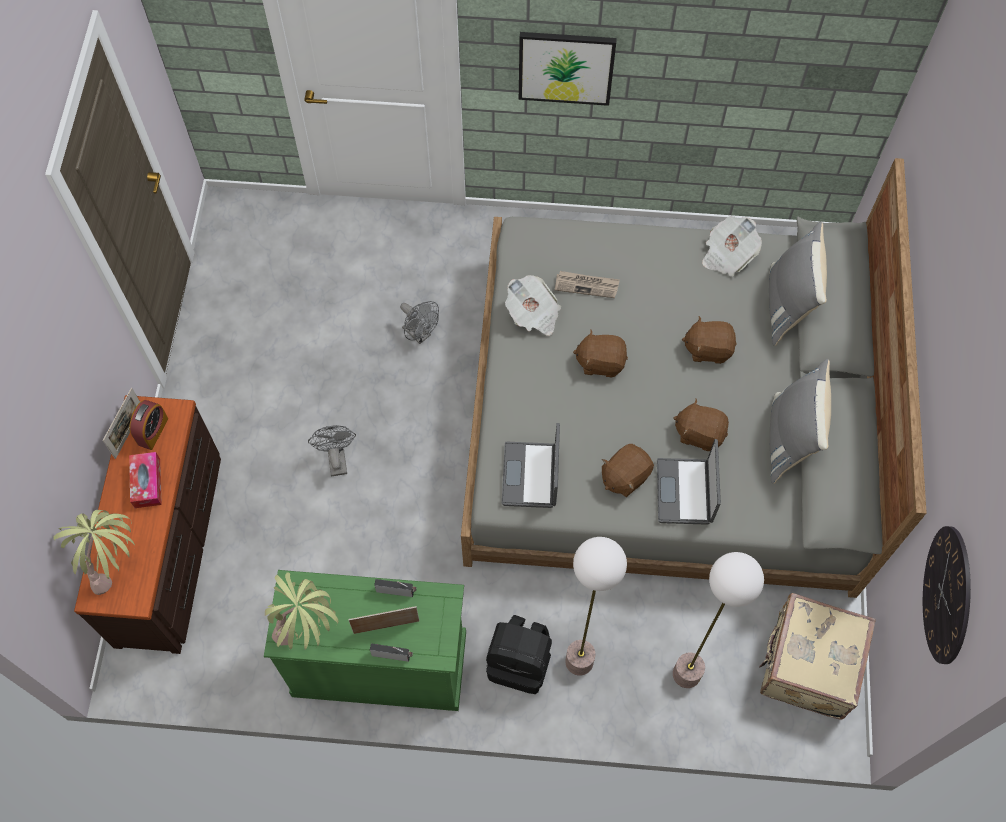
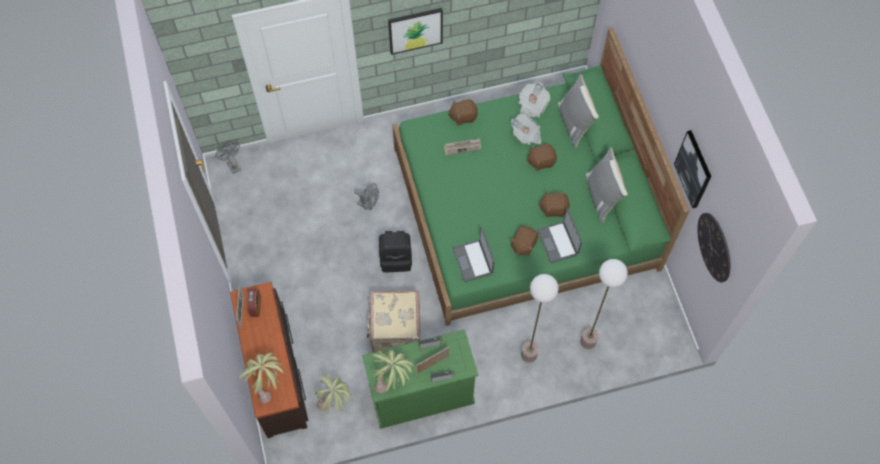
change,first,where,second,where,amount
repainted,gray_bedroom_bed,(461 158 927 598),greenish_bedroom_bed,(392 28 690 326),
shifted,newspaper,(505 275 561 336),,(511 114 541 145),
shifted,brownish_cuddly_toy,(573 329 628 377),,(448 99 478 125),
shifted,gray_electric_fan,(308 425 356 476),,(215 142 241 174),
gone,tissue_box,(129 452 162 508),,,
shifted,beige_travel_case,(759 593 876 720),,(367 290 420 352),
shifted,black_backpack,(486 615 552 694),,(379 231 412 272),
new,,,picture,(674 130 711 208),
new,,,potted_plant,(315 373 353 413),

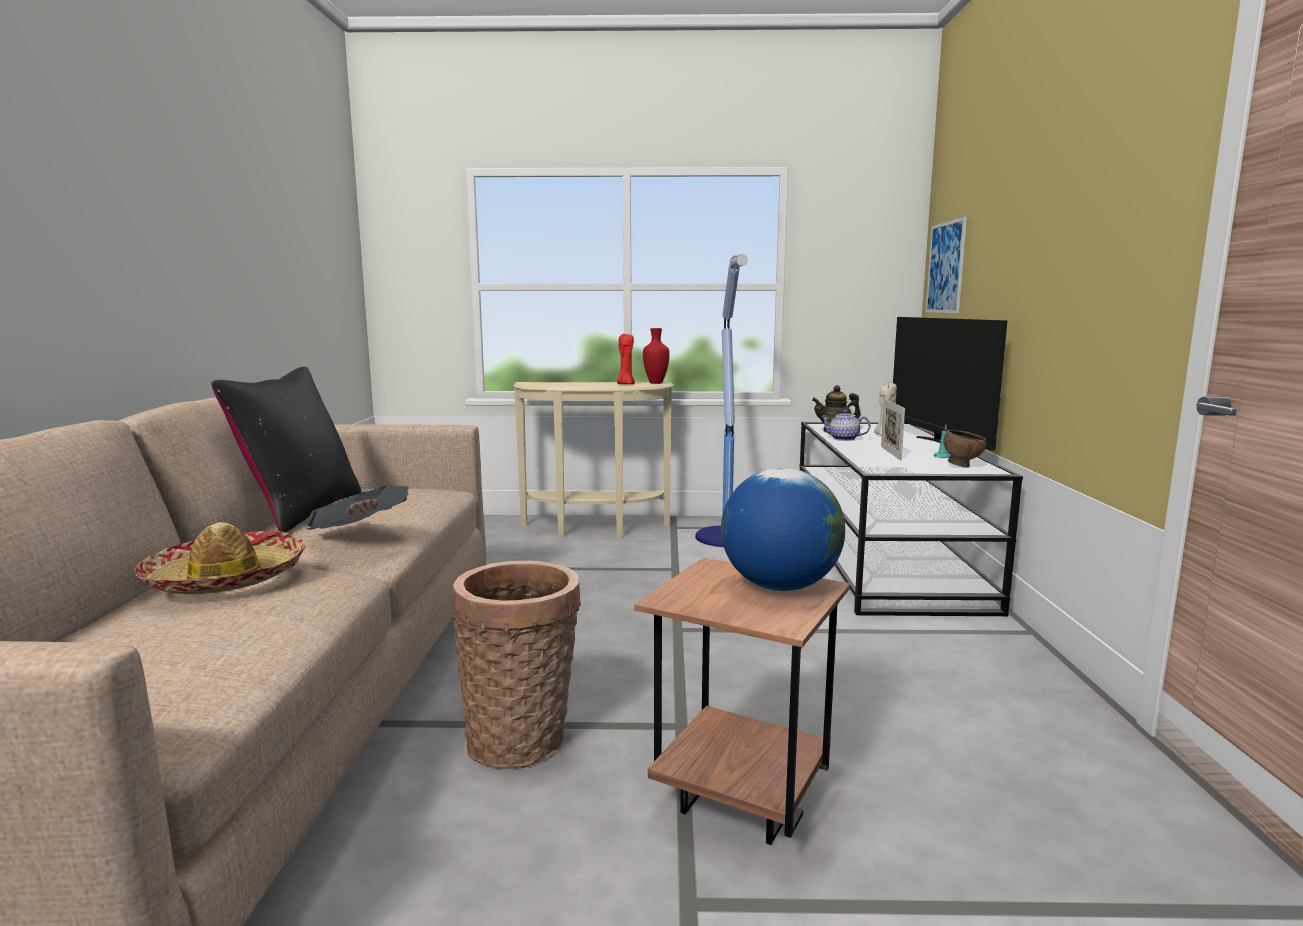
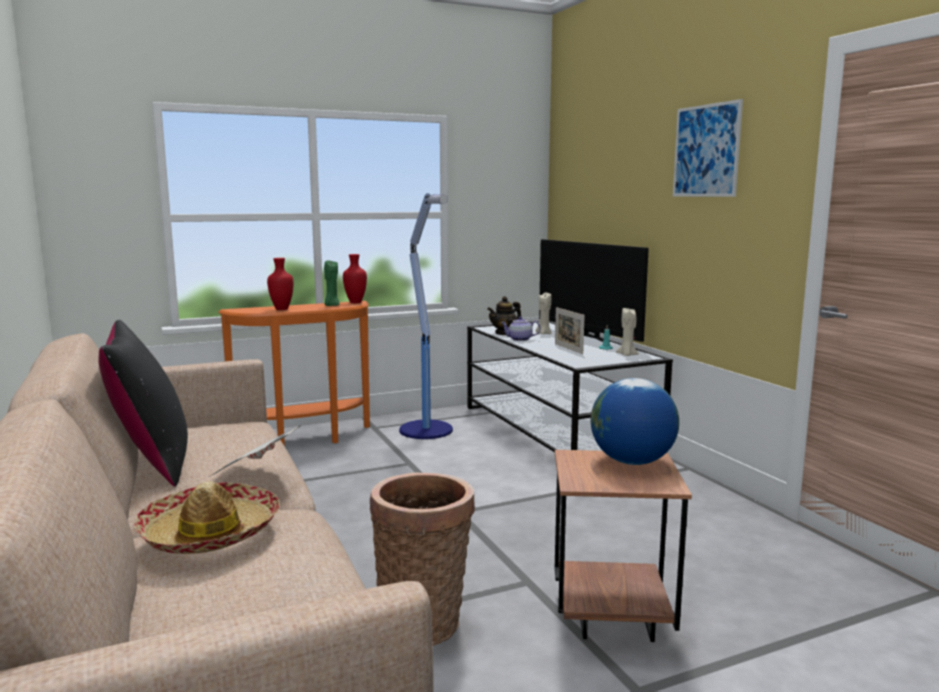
change,first,where,second,where,amount
shifted,picture,(926 217 967 313),,(673 99 743 197),
repainted,reddish_wax_light,(617 334 635 384),greenish_wax_light,(324 261 340 306),
repainted,beige_narrow_table,(513 382 674 537),orange-coloured_narrow_table,(218 301 370 446),
swapped,brownish_serving_bowl,(943 430 987 467),beige_wax_light,(616 308 639 356),
new,,,reddish_flower_vase,(267 258 294 310),

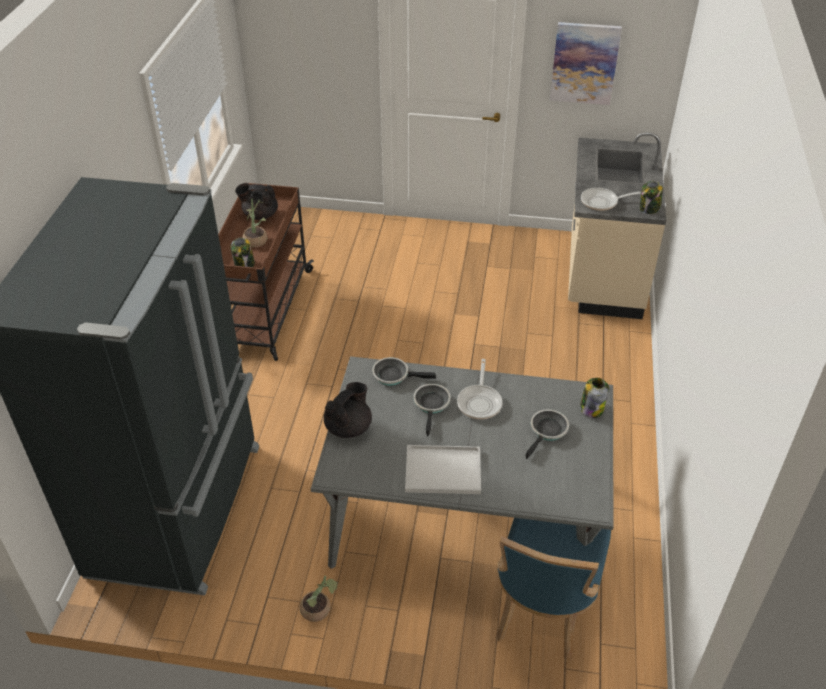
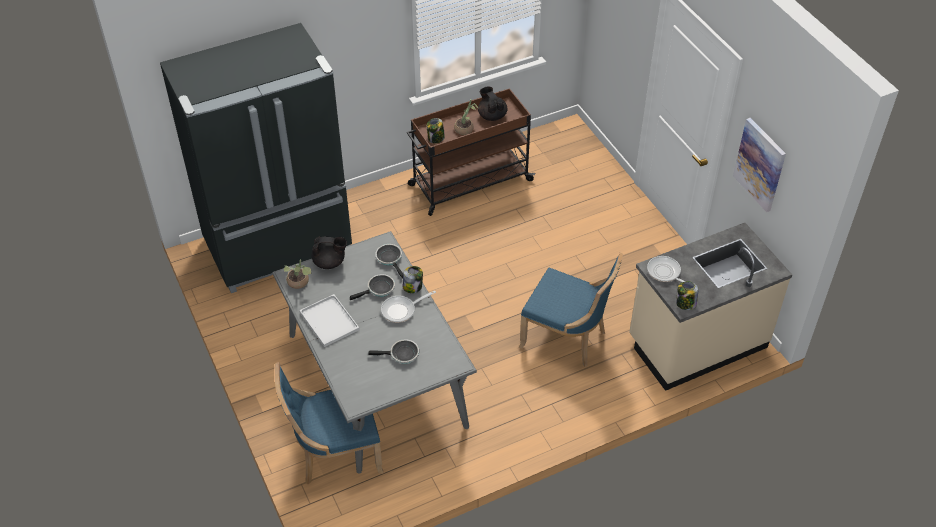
change,first,where,second,where,amount
shifted,preserve_jar,(580 378 609 418),,(403 266 423 293),
shifted,potted_plant,(299 576 338 622),,(284 259 312 289),
new,,,blue-coloured_plain_chair,(519 253 623 367),

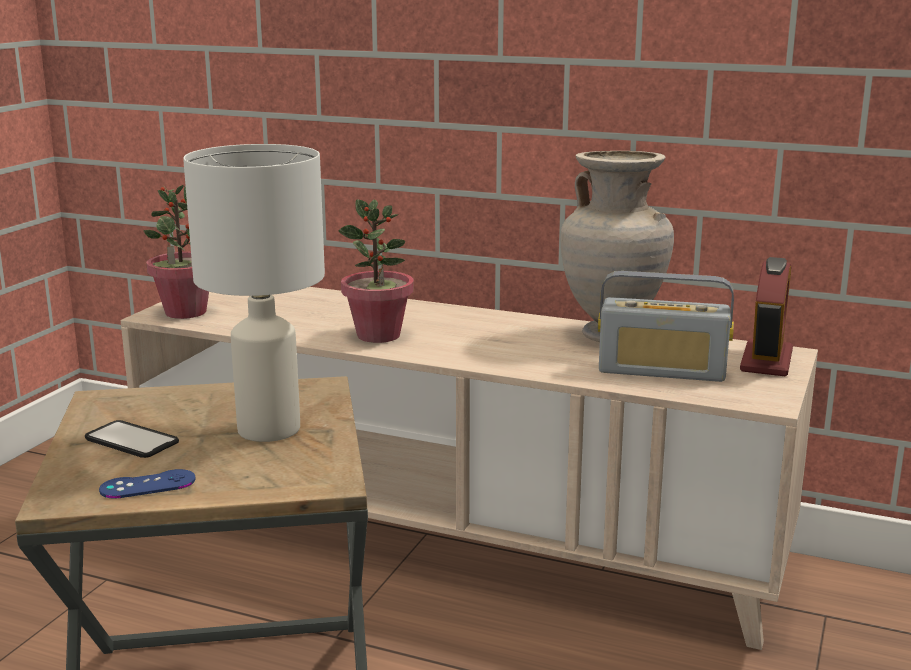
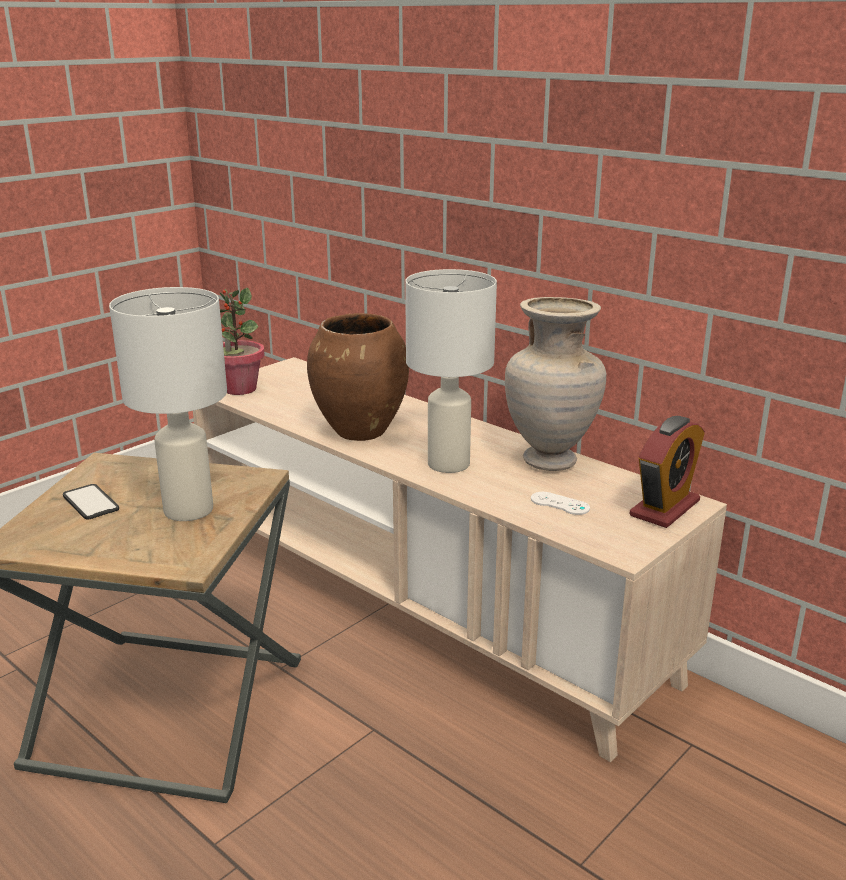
change,first,where,second,where,amount
swapped,potted_plant,(338 199 414 343),brownish_flower_vase,(307 313 409 441),
swapped,radio_set,(598 271 734 382),white-coloured_game_controller,(531 492 590 515),
gone,blue-coloured_game_controller,(99 469 195 499),,,
new,,,white-coloured_tabletop_lamp,(405 269 497 473),

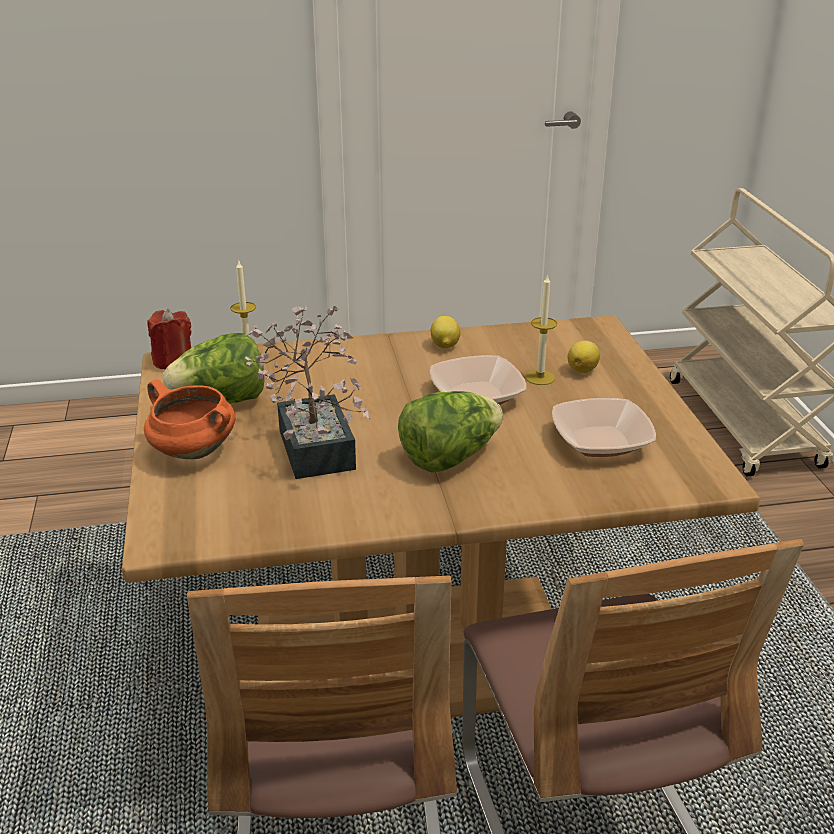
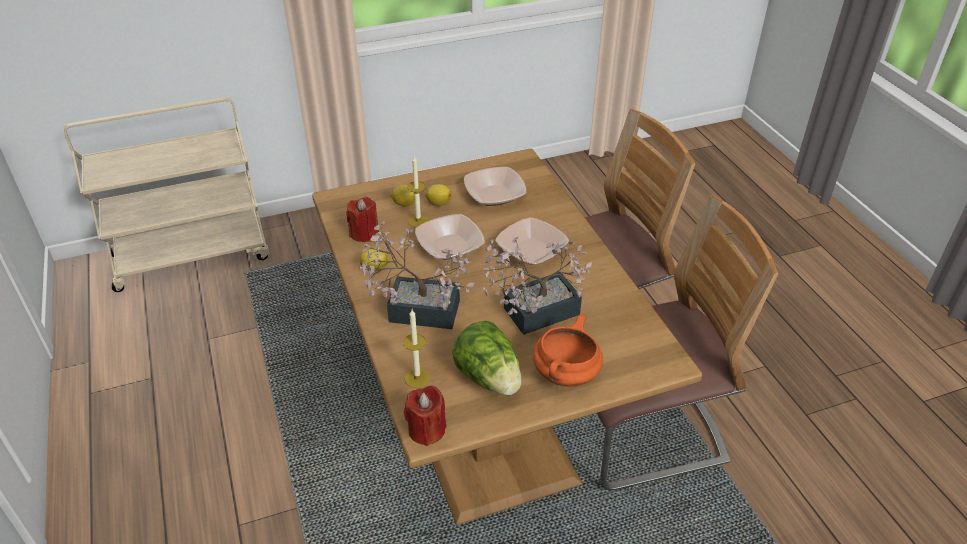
change,first,where,second,where,amount
swapped,lettuce_head,(398 391 503 472),serving_bowl,(495 217 569 265),
new,,,citrus_fruit,(425 184 451 206),
new,,,reddish_wax_light,(346 197 379 242),
new,,,potted_plant,(359 221 474 329),

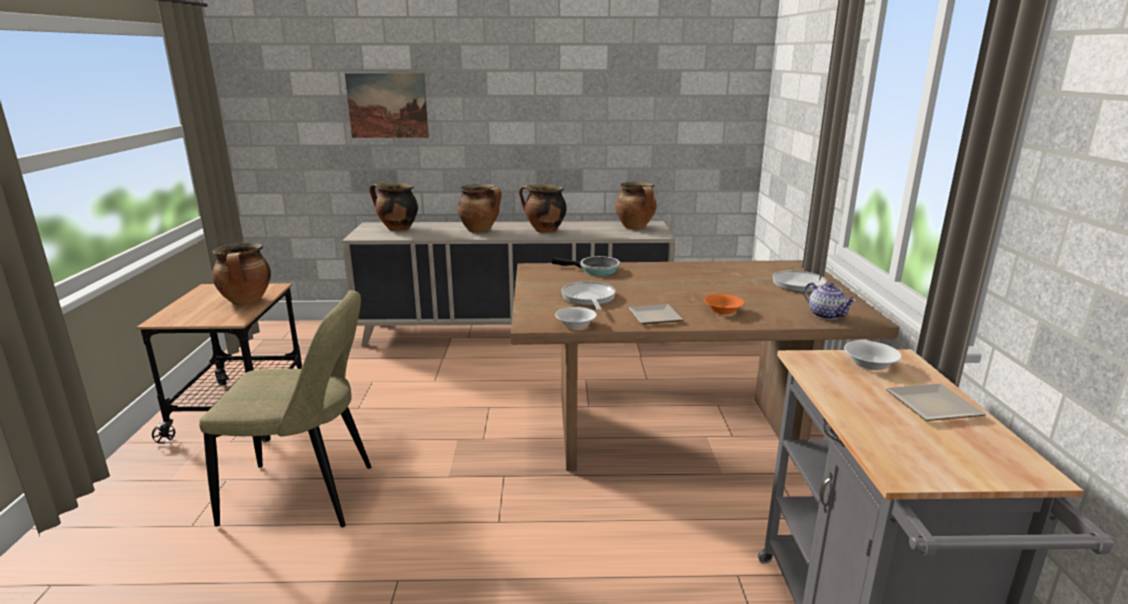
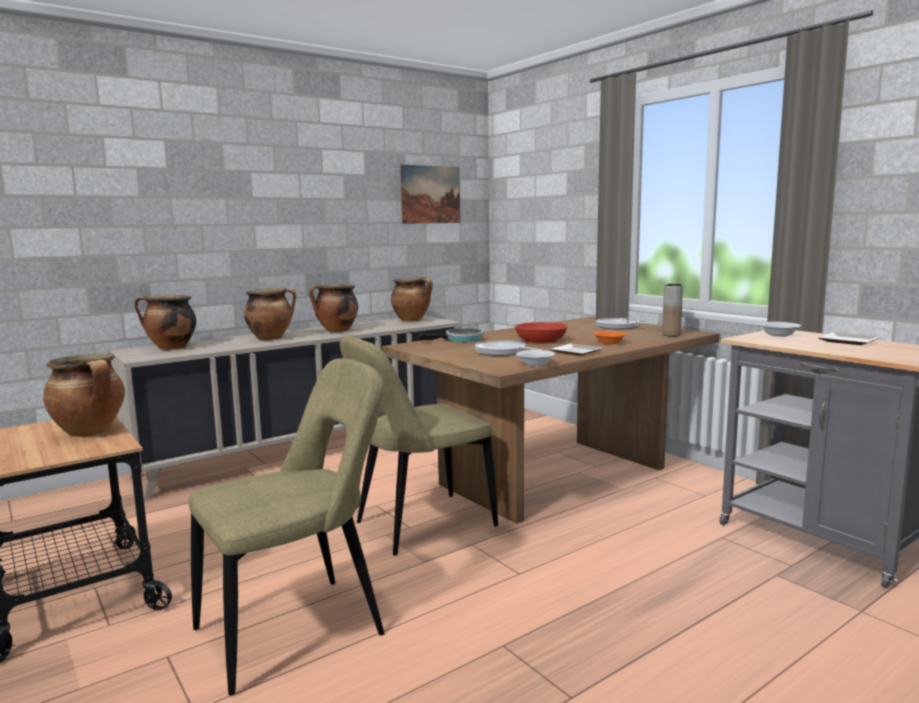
change,first,where,second,where,amount
shifted,picture,(345 73 429 138),,(400 164 460 224),
swapped,pot_for_tea,(804 283 856 320),brownish_flower_vase,(662 284 683 336),
new,,,reddish_serving_bowl,(515 322 568 343),
new,,,beige_plain_chair,(340 335 498 555),

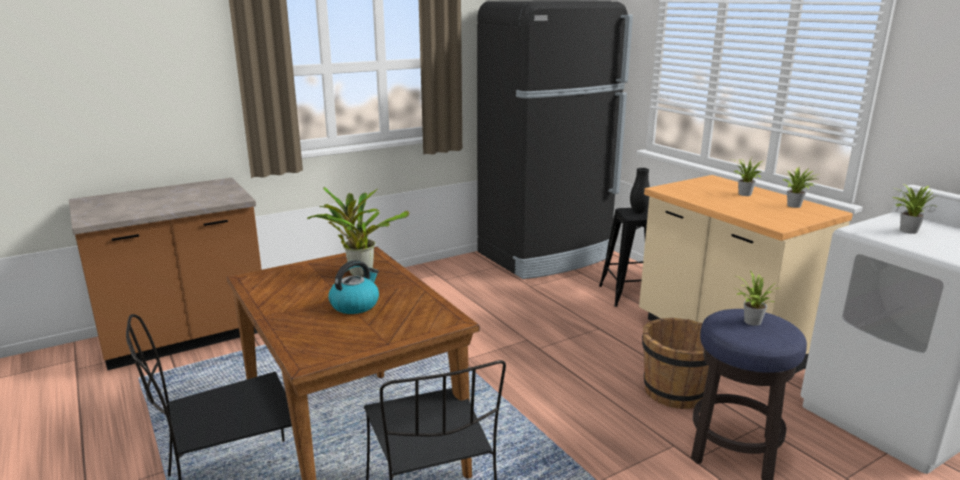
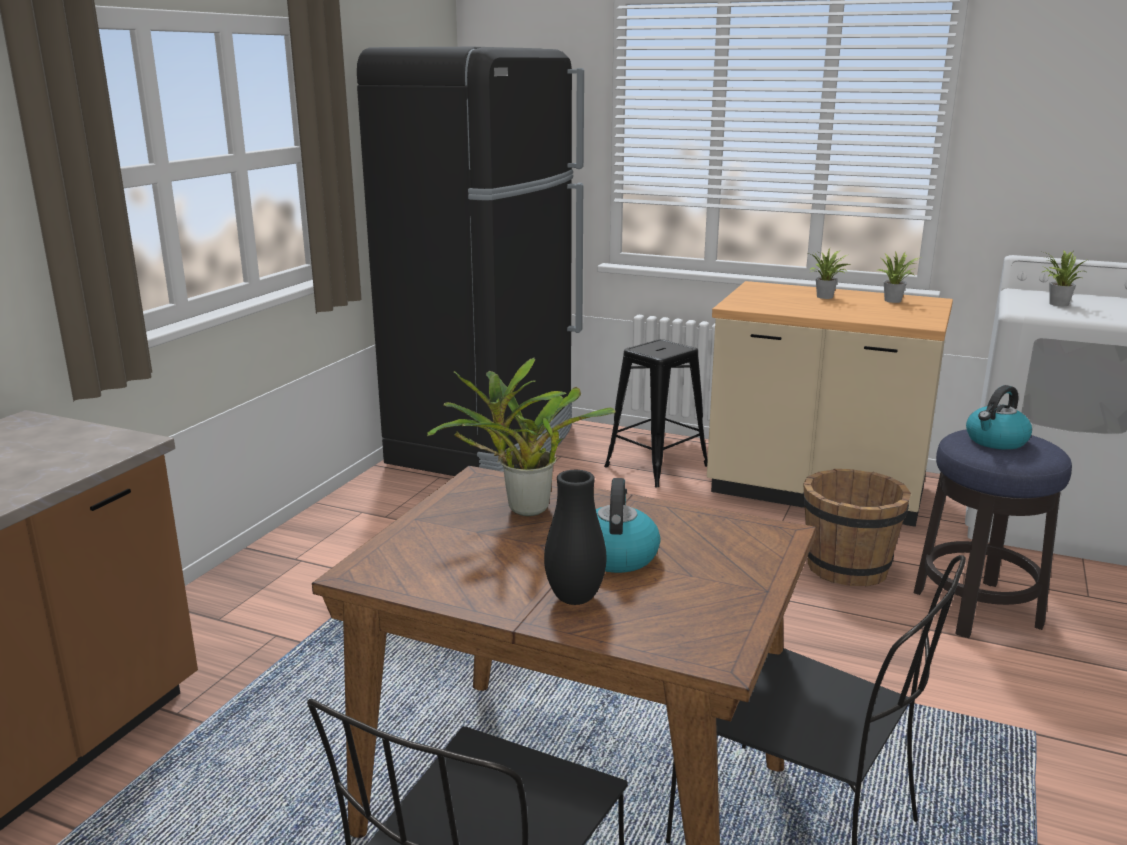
change,first,where,second,where,amount
shifted,black_flower_vase,(630 168 650 213),,(544 470 606 605),
swapped,potted_plant,(735 271 777 326),water_kettle,(966 385 1032 450),

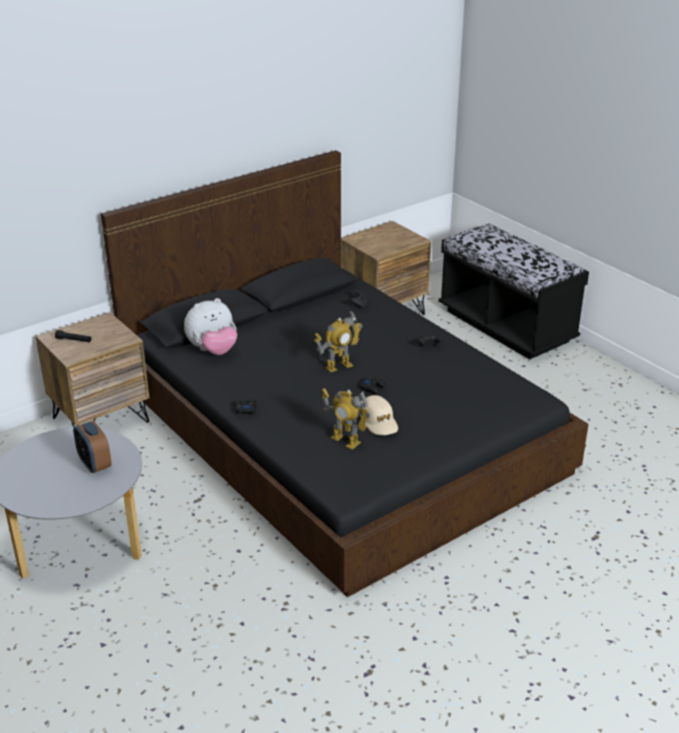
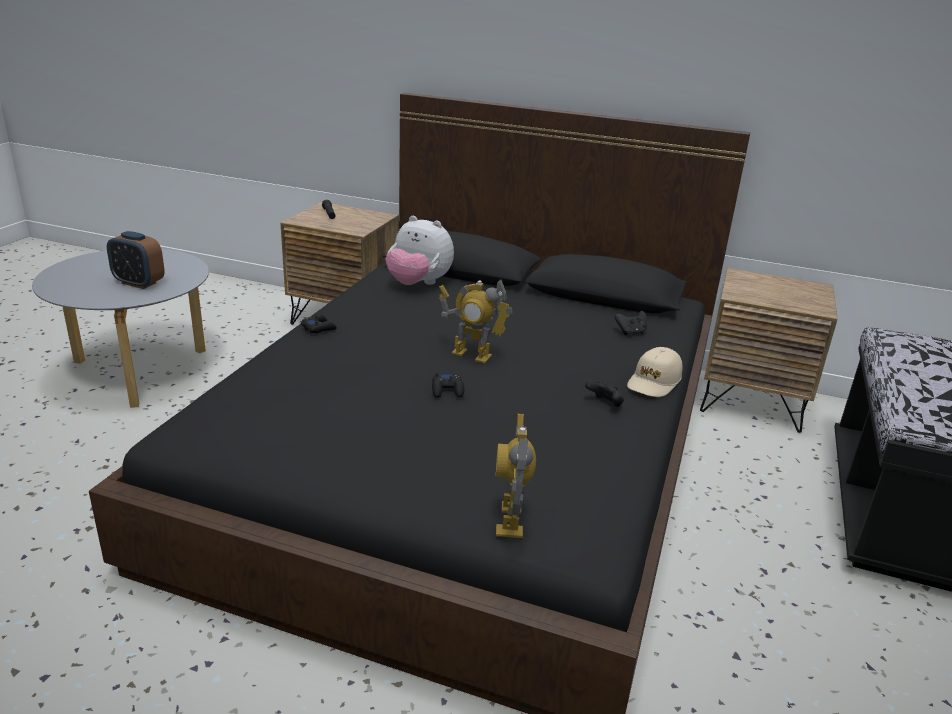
change,first,where,second,where,amount
shifted,model_robot,(322 388 371 450),,(496 414 536 538),
shifted,beige_baseball_cap,(360 395 398 435),,(627 347 683 397),
rotated,alarm_clock,(73 421 112 474),,(107 231 165 289),90 degrees counterclockwise

